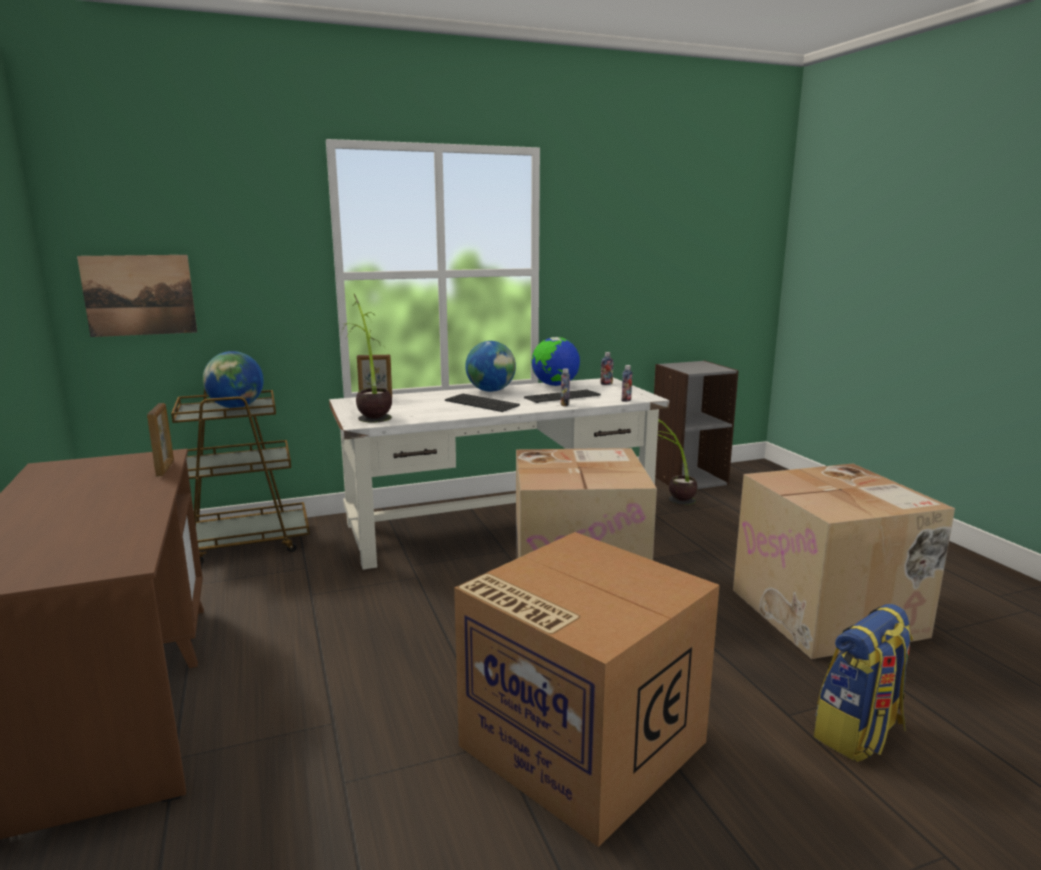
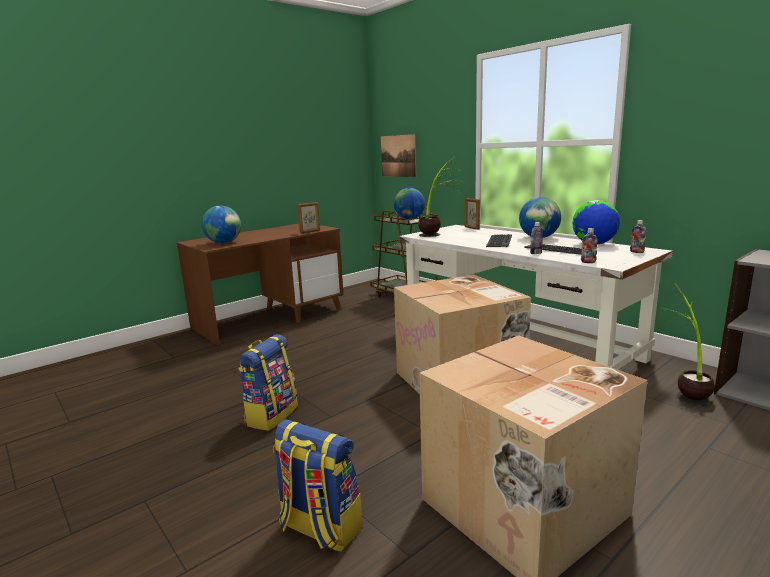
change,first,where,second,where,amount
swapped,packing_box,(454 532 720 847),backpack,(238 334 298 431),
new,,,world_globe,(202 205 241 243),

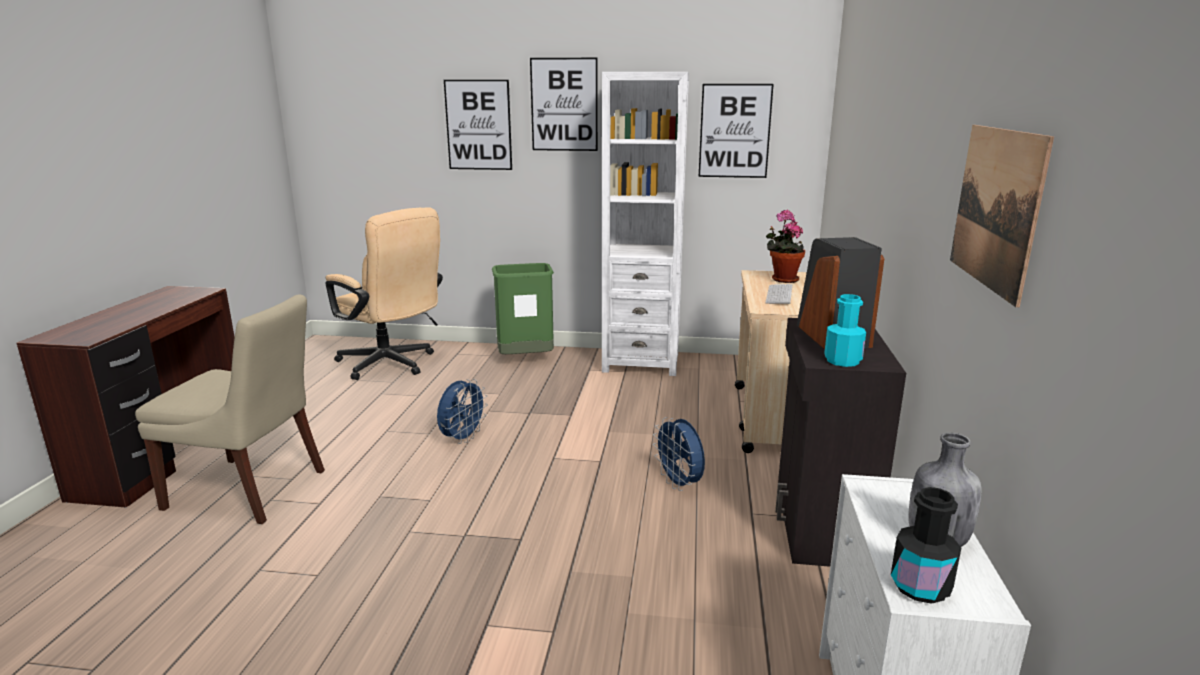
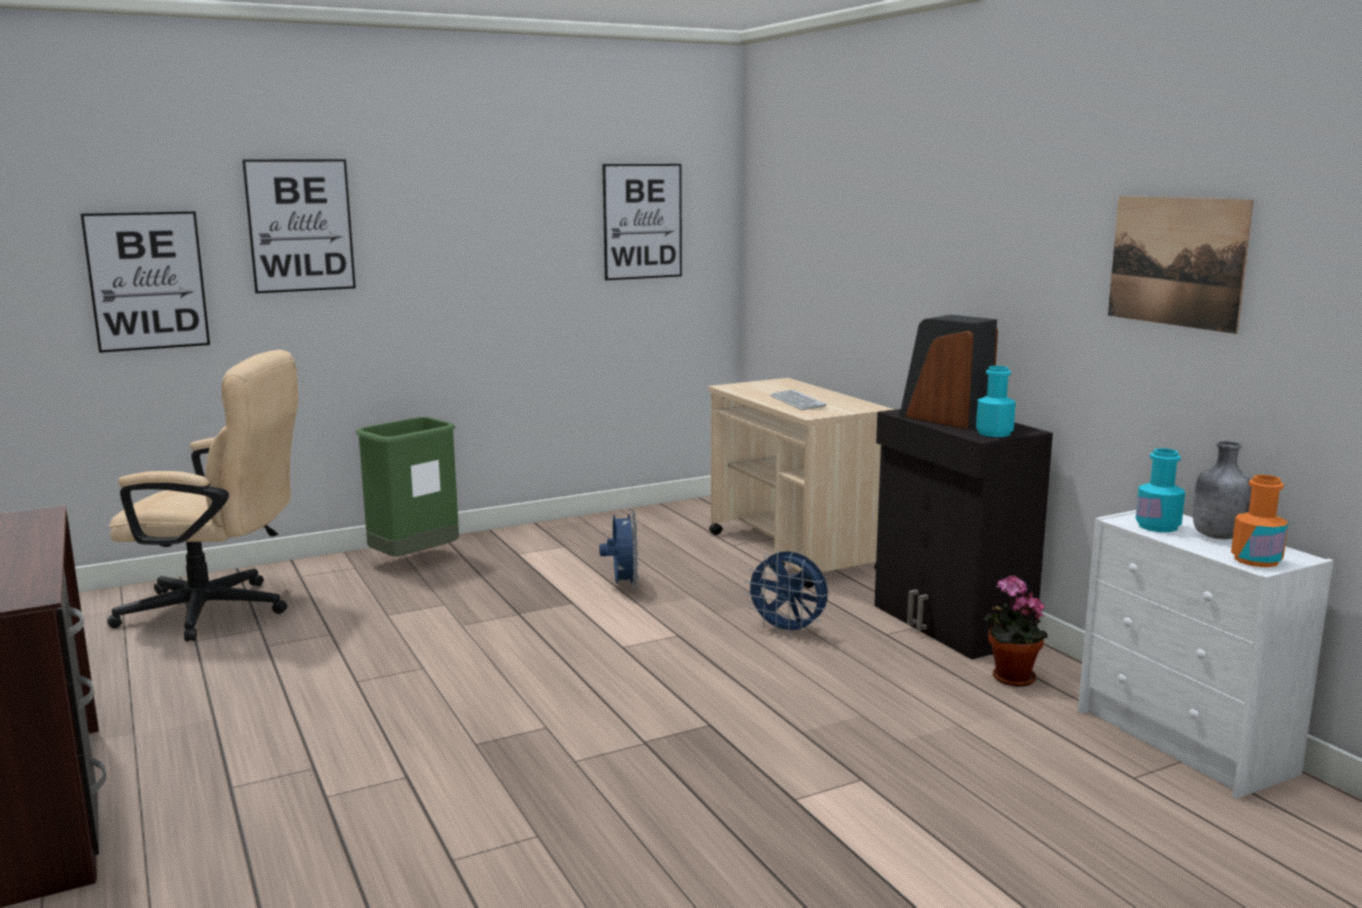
change,first,where,second,where,amount
shifted,picture,(530 58 598 151),,(81 211 210 353),
gone,white-coloured_bookcase,(602 72 689 376),,,
shifted,potted_plant,(766 210 805 283),,(984 575 1048 687),
gone,beige_plain_chair,(135 294 325 524),,,
shifted,blue-coloured_electric_fan,(437 379 488 444),,(599 509 639 588),
repainted,black_drink_bottle,(891 487 961 604),orange-coloured_drink_bottle,(1231 475 1288 567),
new,,,turquoise-coloured_drink_bottle,(1136 448 1185 532),

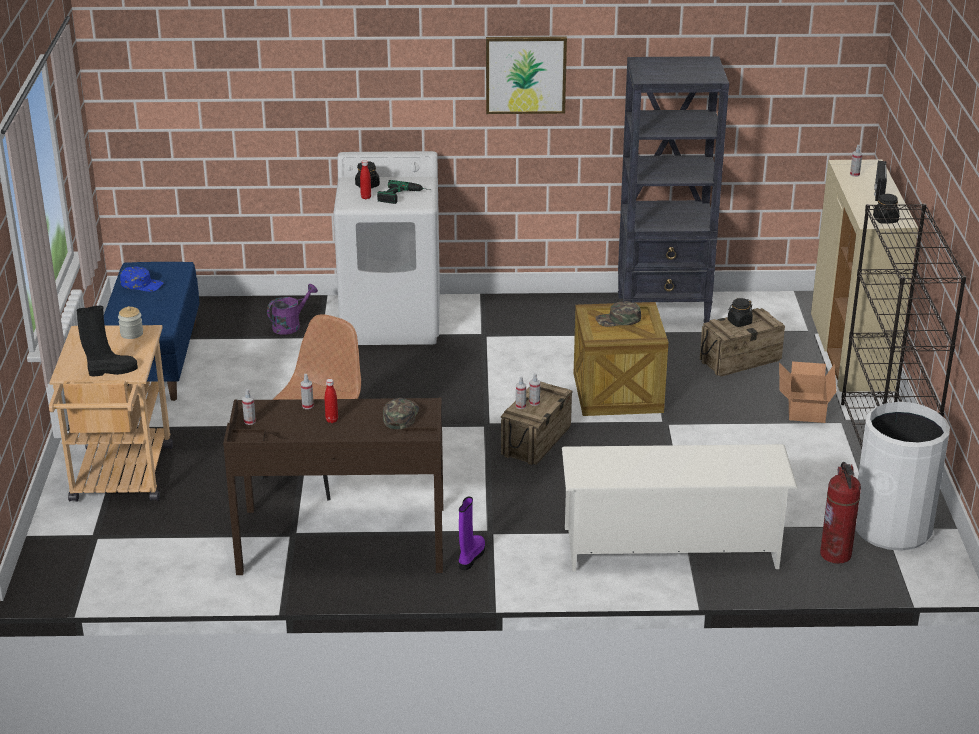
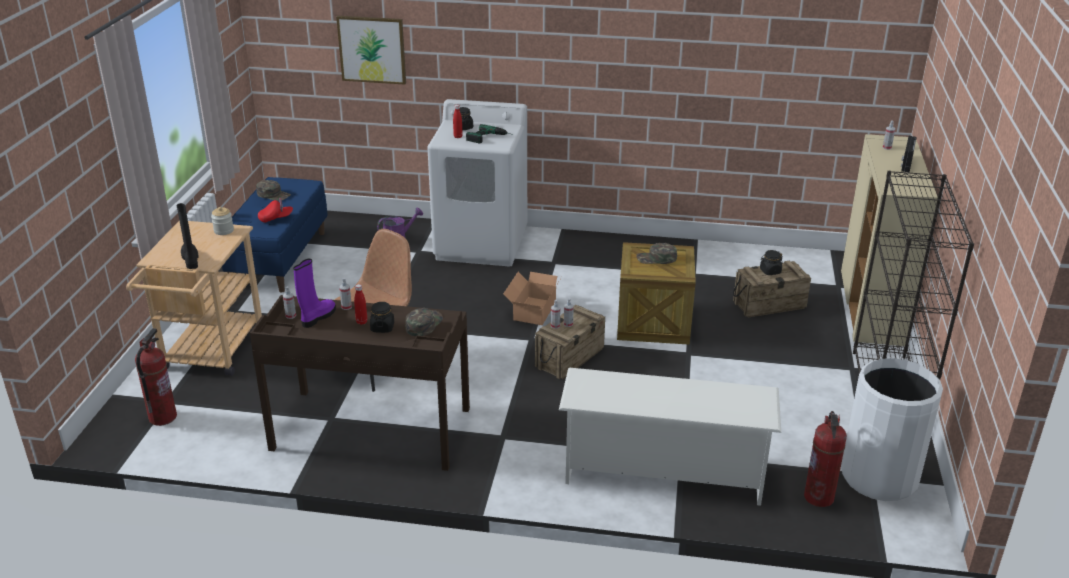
change,first,where,second,where,amount
shifted,picture,(486 37 567 114),,(336 16 406 85),
gone,black_bookcase,(618 56 729 323),,,
shifted,black_preserve_jar,(873 194 899 224),,(370 302 394 333),
repainted,blue-coloured_baseball_cap,(120 267 164 292),greenish_baseball_cap,(256 180 291 201),
rotated,black_boot,(77 306 138 376),,(177 203 199 269),105 degrees counterclockwise
shifted,packing_box,(779 361 836 423),,(503 272 560 325),
shifted,purple_boot,(459 497 485 570),,(293 259 336 328),
new,,,reddish_baseball_cap,(258 198 293 223),
new,,,extinguisher,(135 328 177 426),

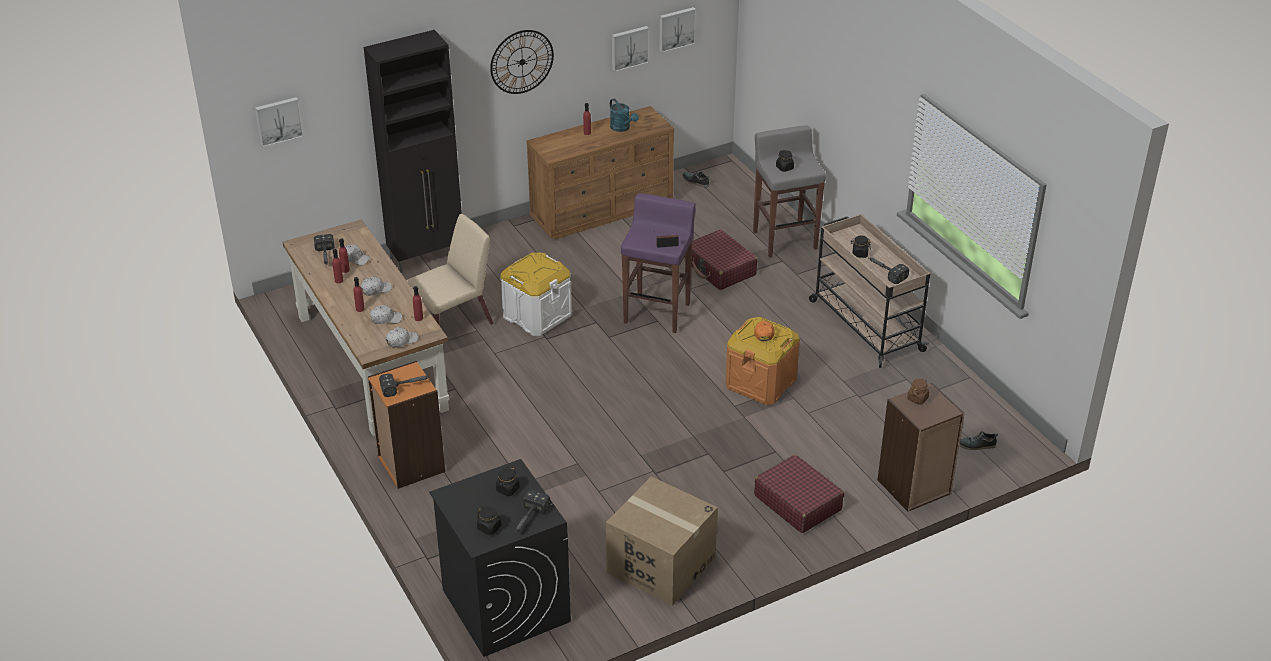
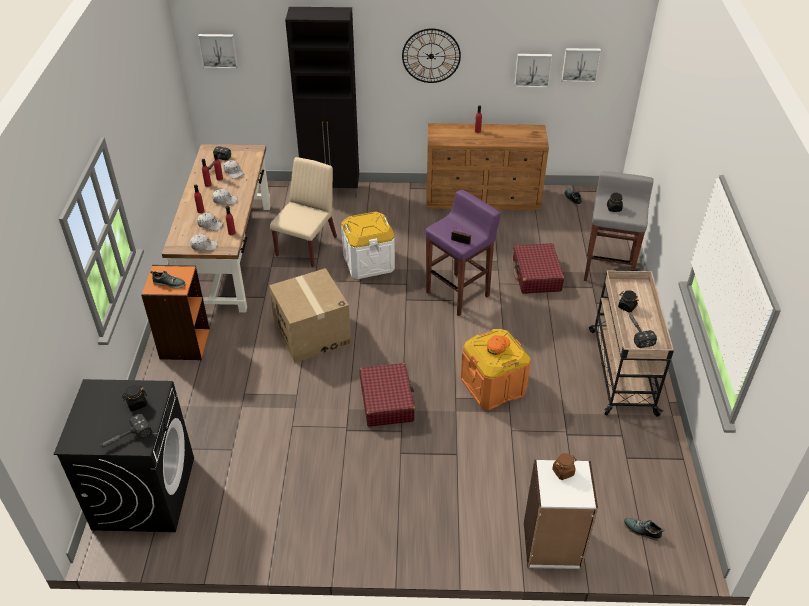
change,first,where,second,where,amount
gone,turquoise-coloured_watering_can,(610 99 639 132),,,
rotated,beige_plain_chair,(406 214 494 326),,(270 157 337 267),60 degrees counterclockwise
swapped,hand_hammer,(379 373 430 397),shoe,(151 271 185 288),
repainted,brownish_bookcase,(878 383 965 512),white-coloured_bookcase,(524 460 598 569),
shifted,reddish_travel_case,(754 455 844 533),,(360 363 415 427),
shifted,packing_box,(606 476 718 606),,(269 268 351 363),
gone,black_preserve_jar,(477 506 501 535),,,

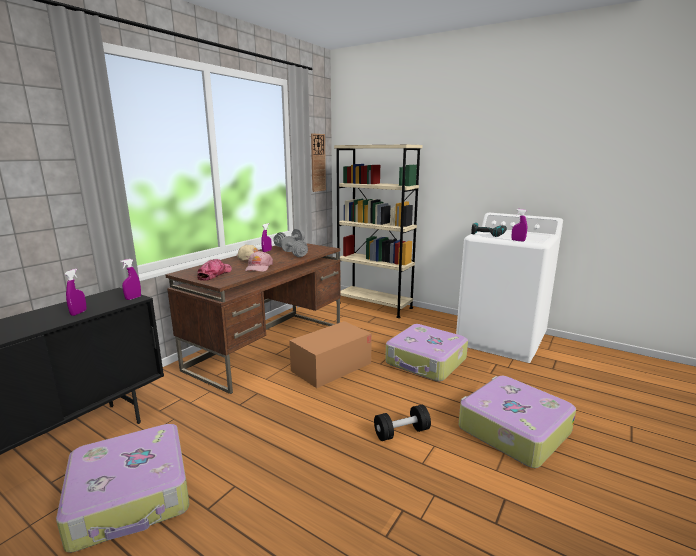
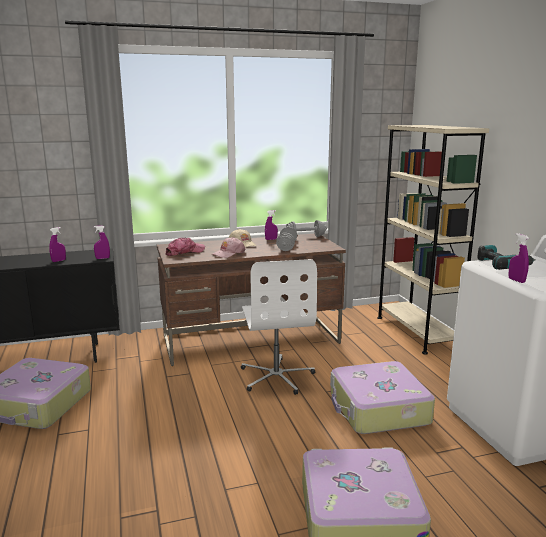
change,first,where,second,where,amount
gone,clock_on_the_wall,(311 133 326 192),,,
swapped,packing_box,(289 321 372 388),white-coloured_computer_chair,(241 259 317 395),
gone,black_hand_weight,(374 405 431 441),,,

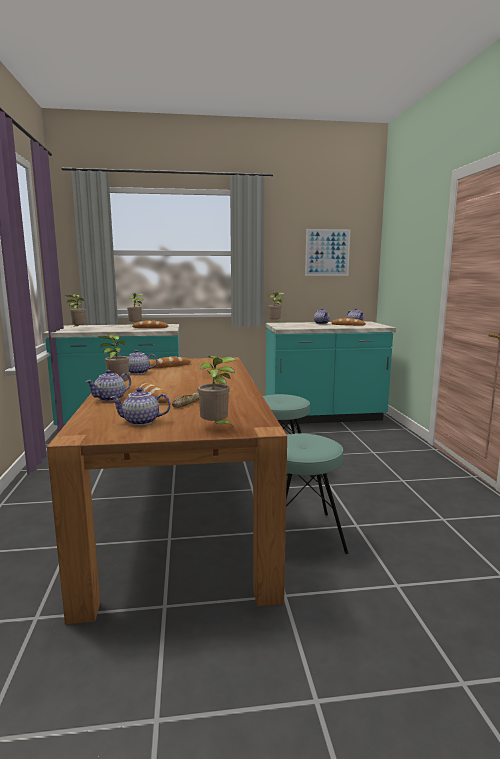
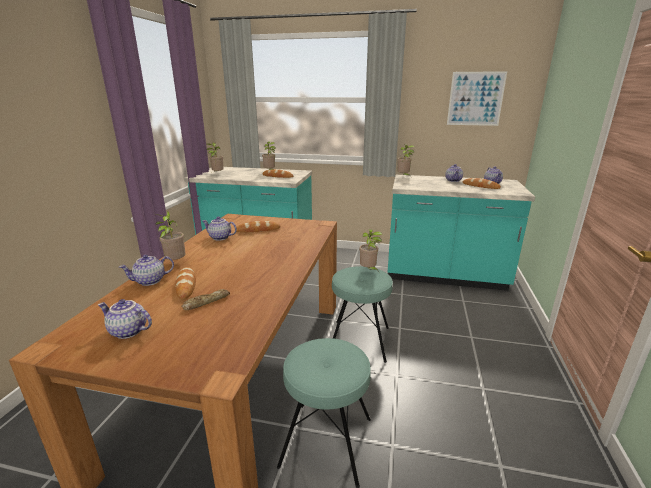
change,first,where,second,where,amount
shifted,potted_plant,(198 356 236 426),,(359 229 383 272),

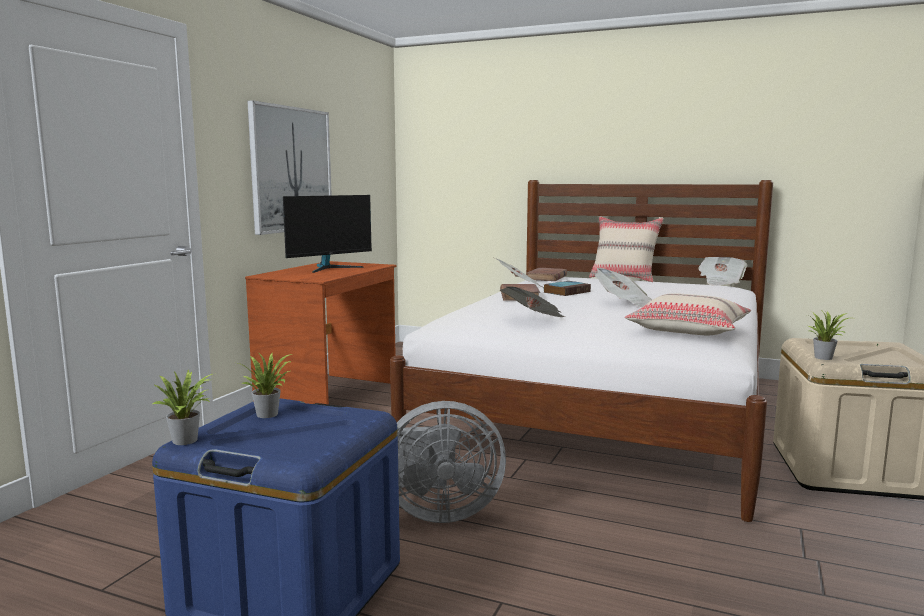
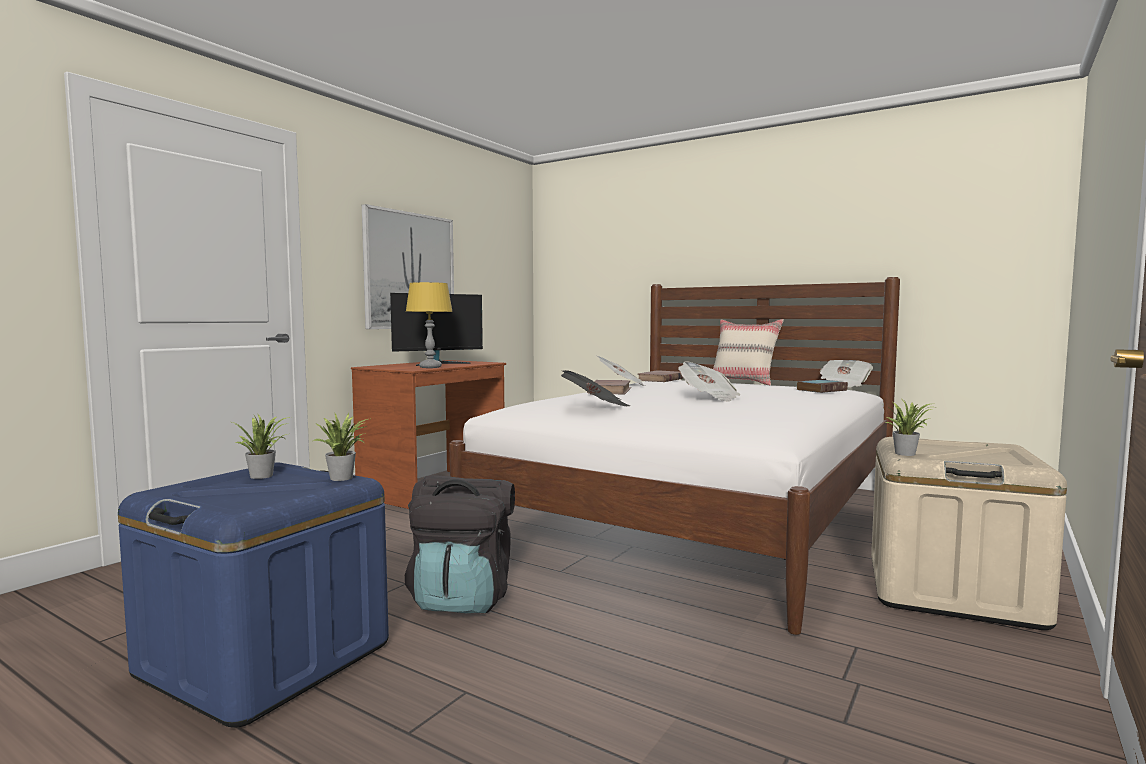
change,first,where,second,where,amount
shifted,volume,(543 281 591 296),,(797 380 848 393),
gone,beige_throw_pillow,(625 293 751 335),,,
shifted,potted_plant,(151 369 212 445),,(313 412 371 481),
swapped,gray_electric_fan,(397 401 506 523),black_backpack,(405 475 515 613),
new,,,yellowish_tabletop_lamp,(406 282 453 368),

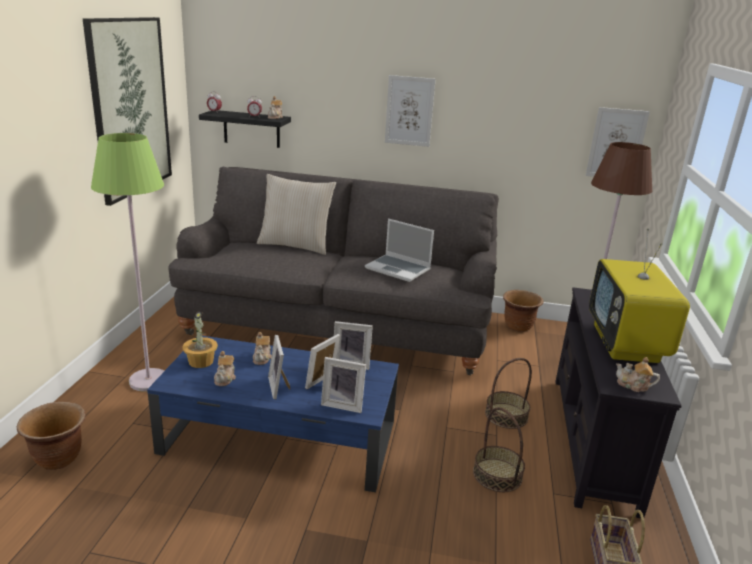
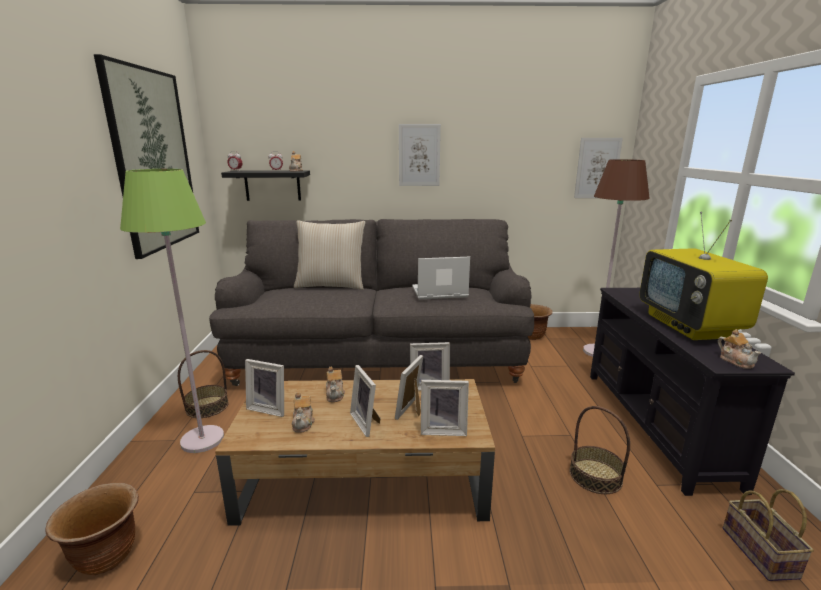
change,first,where,second,where,amount
rotated,portable_computer,(365 218 434 282),,(412 257 470 299),150 degrees clockwise
swapped,potted_plant,(182 311 218 368),standing_frame,(245 359 284 417),
repainted,blue-coloured_low_table,(147 336 399 492),brownish_low_table,(215 379 495 526),
rotated,pot_for_tea,(616 357 660 392),,(718 329 761 369),120 degrees counterclockwise
shifted,basket,(485 358 532 429),,(178 350 229 418),

